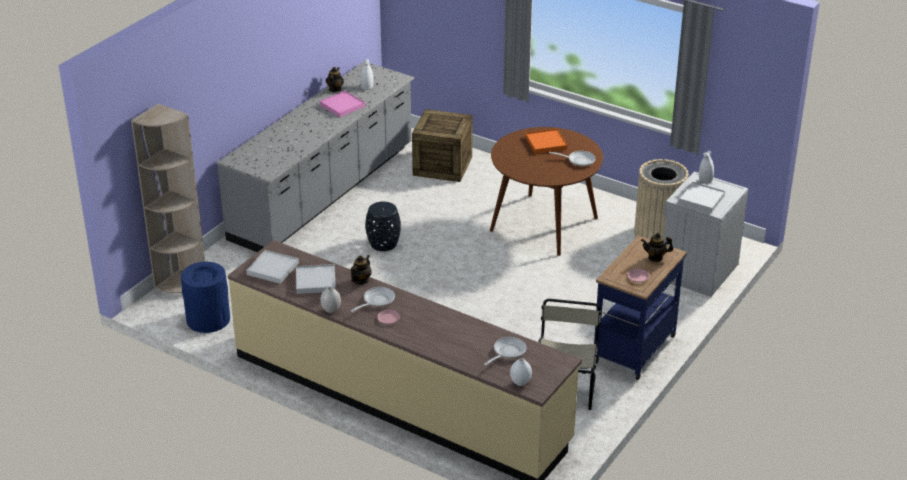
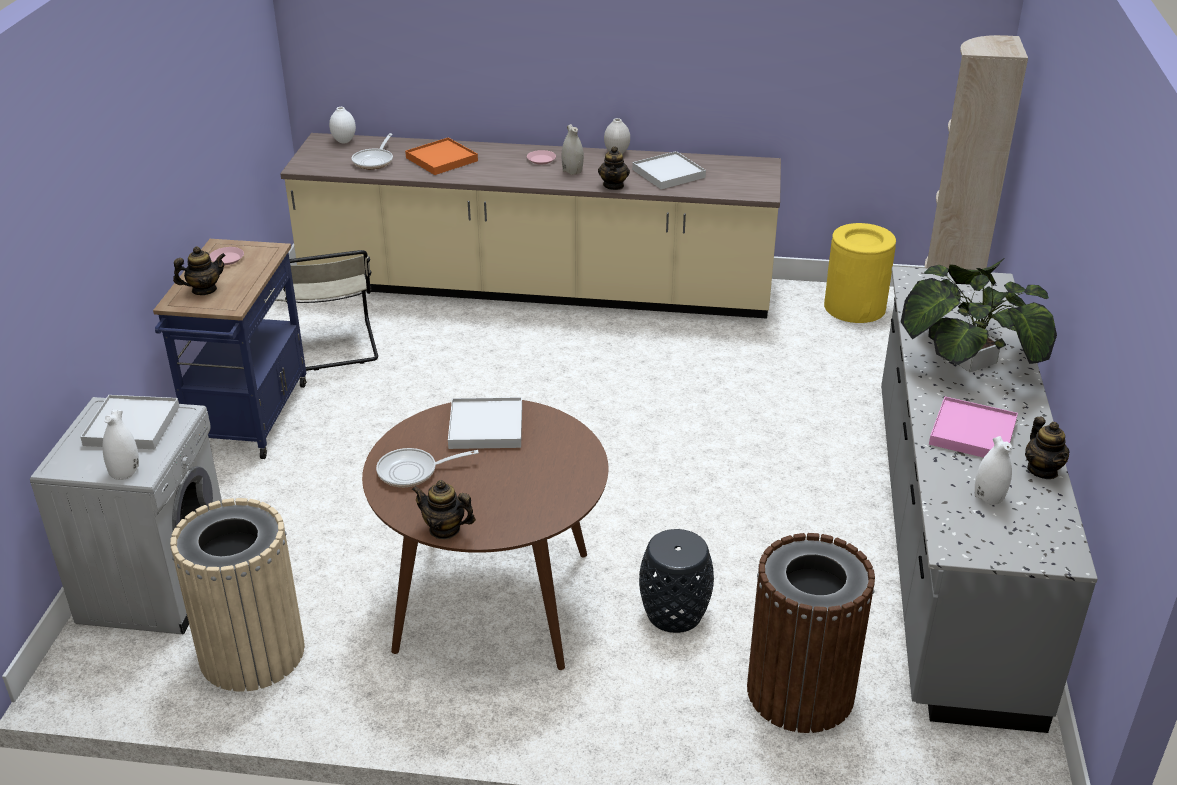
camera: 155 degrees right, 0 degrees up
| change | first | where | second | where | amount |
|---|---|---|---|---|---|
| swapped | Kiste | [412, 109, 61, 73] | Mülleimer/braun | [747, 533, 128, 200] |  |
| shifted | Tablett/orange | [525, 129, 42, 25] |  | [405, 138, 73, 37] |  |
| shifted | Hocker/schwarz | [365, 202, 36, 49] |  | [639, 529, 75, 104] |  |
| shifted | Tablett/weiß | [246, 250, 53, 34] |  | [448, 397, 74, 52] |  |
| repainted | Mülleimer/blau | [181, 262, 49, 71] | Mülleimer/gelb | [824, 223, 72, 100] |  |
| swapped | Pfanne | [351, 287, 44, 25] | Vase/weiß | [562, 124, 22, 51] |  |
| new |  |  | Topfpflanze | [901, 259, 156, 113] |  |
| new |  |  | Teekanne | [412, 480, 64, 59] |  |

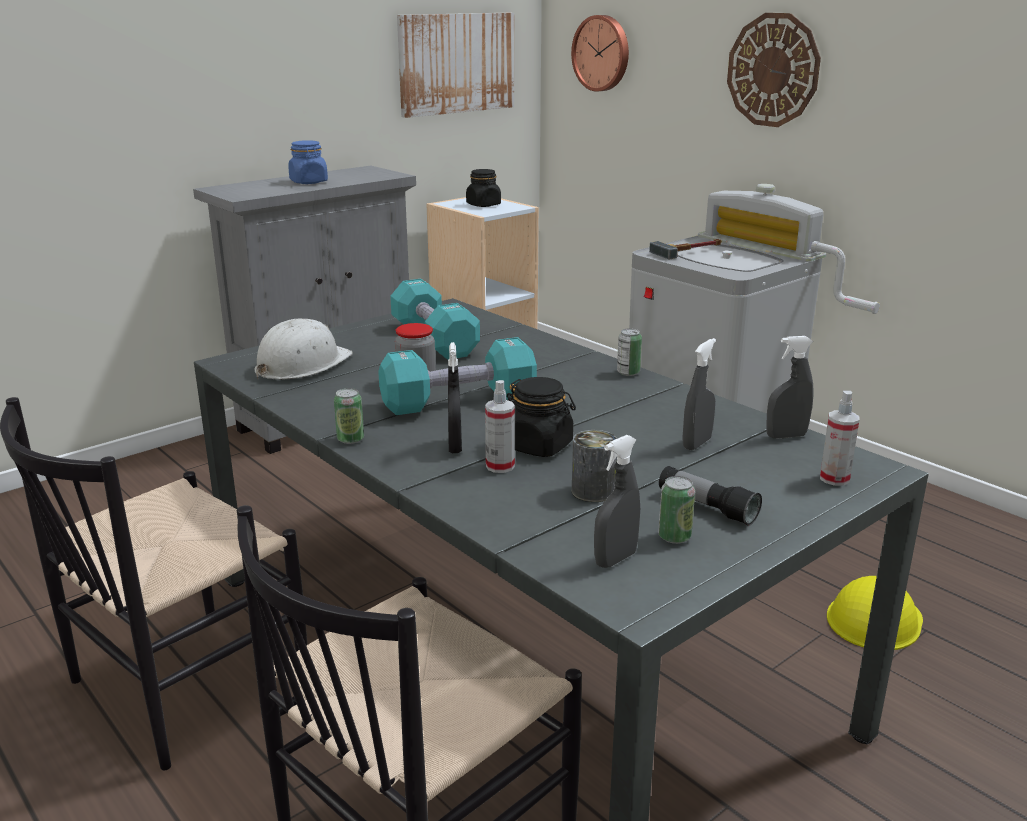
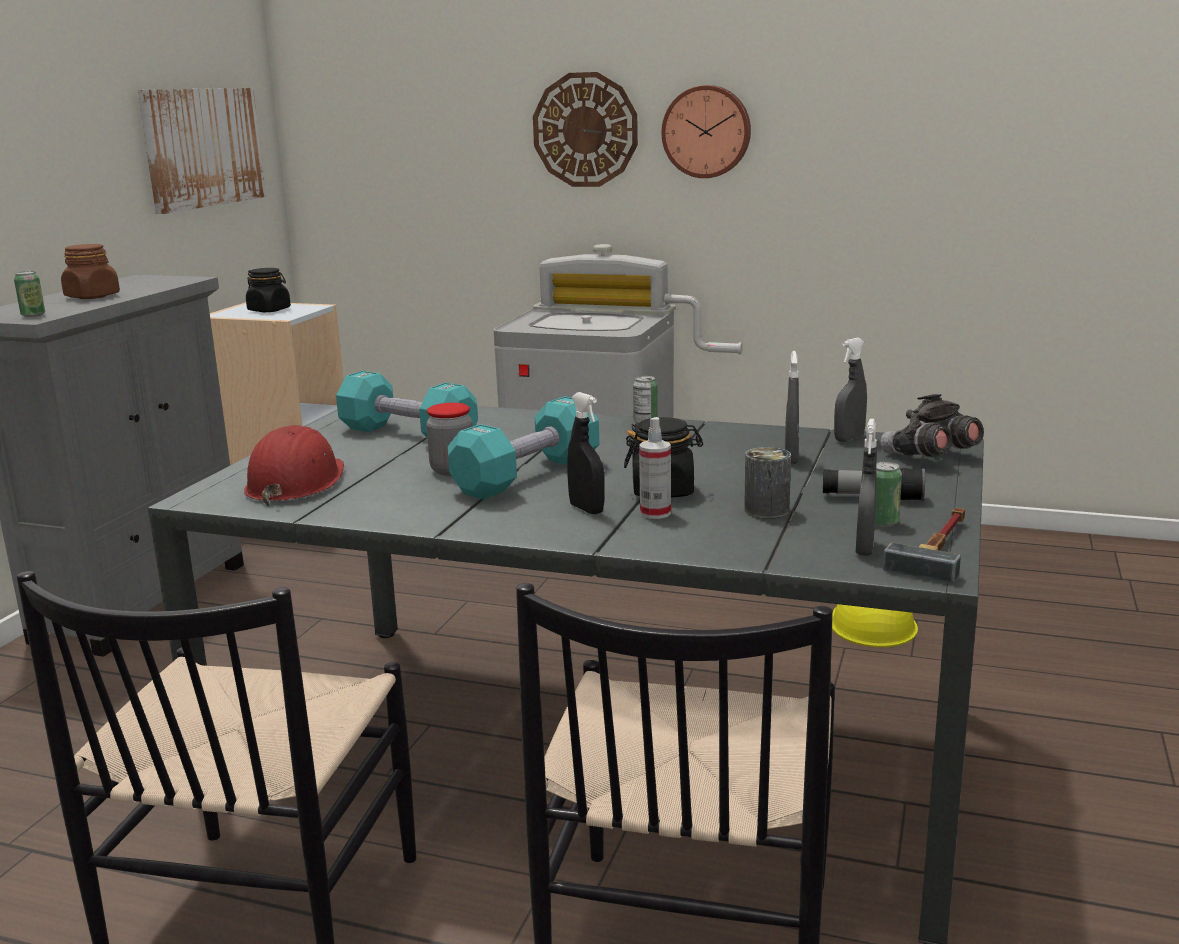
camera: 30 degrees left, 5 degrees down
| change | first | where | second | where | amount |
|---|---|---|---|---|---|
| shifted | Wanduhr | [571, 15, 58, 77] |  | [661, 85, 90, 93] |  |
| repainted | Vorratsglas/blau | [288, 140, 40, 44] | Vorratsglas/braun | [61, 244, 59, 55] |  |
| shifted | Hammer | [649, 239, 73, 20] |  | [883, 508, 82, 75] |  |
| repainted | Schutzhelm/weiß | [254, 319, 99, 61] | Schutzhelm/rot | [244, 425, 100, 81] |  |
| shifted | Dose | [334, 388, 30, 56] |  | [14, 271, 31, 46] |  |
| swapped | Sprühflasche | [820, 391, 40, 95] | Fernglas/grau | [880, 394, 104, 63] |  |

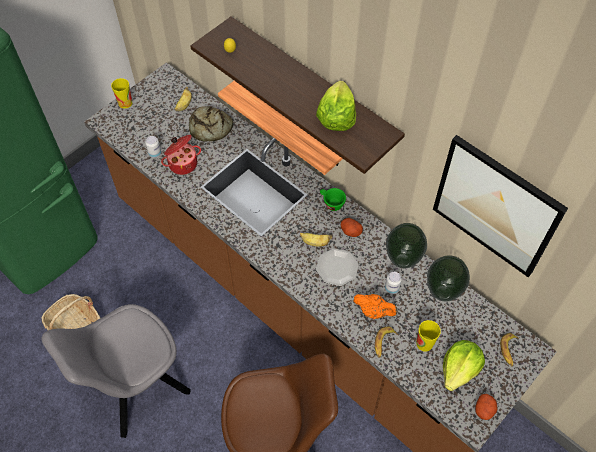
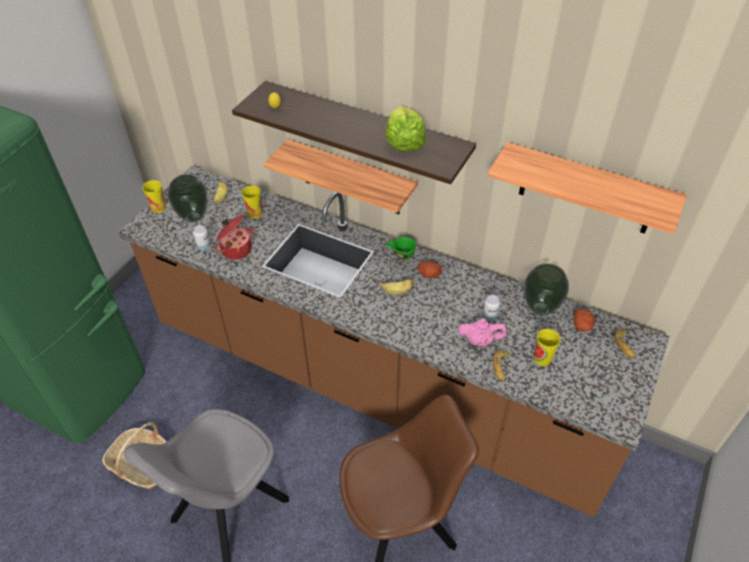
camera: 15 degrees left, 10 degrees down
| change | first | where | second | where | amount |
|---|---|---|---|---|---|
| swapped | Brot | [189, 106, 44, 35] | Tasse | [242, 186, 20, 33] |  |
| swapped | Bild | [433, 135, 135, 142] | Wandregal | [488, 142, 199, 92] |  |
| shifted | Vase | [386, 223, 41, 45] |  | [168, 175, 39, 48] |  |
| gone | Teller | [316, 248, 43, 38] |  |  |  |
| repainted | Teekanne/orange | [354, 294, 44, 25] | Teekanne/rosa | [458, 319, 50, 28] |  |
| gone | Salatkopf | [443, 340, 42, 51] |  |  |  |
| shifted | Kartoffel | [475, 394, 22, 26] |  | [574, 309, 21, 23] |  |

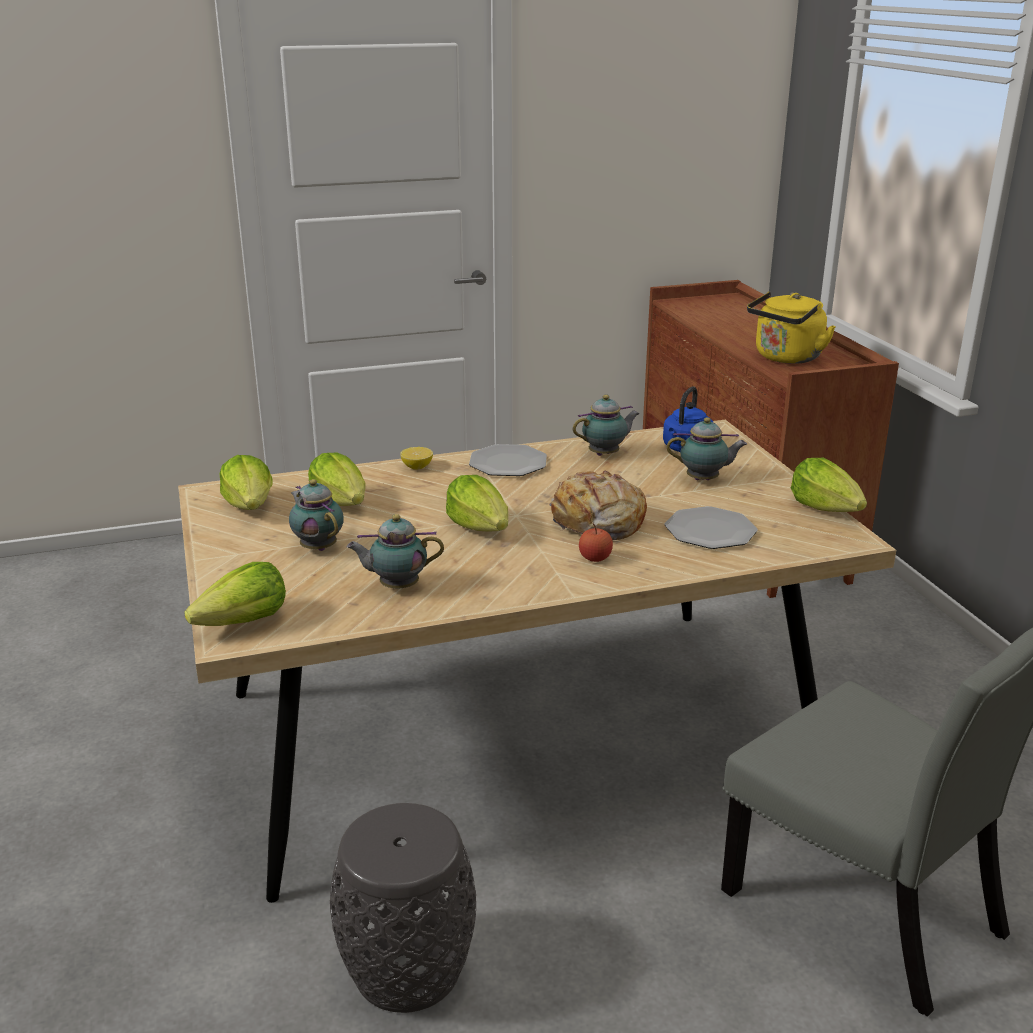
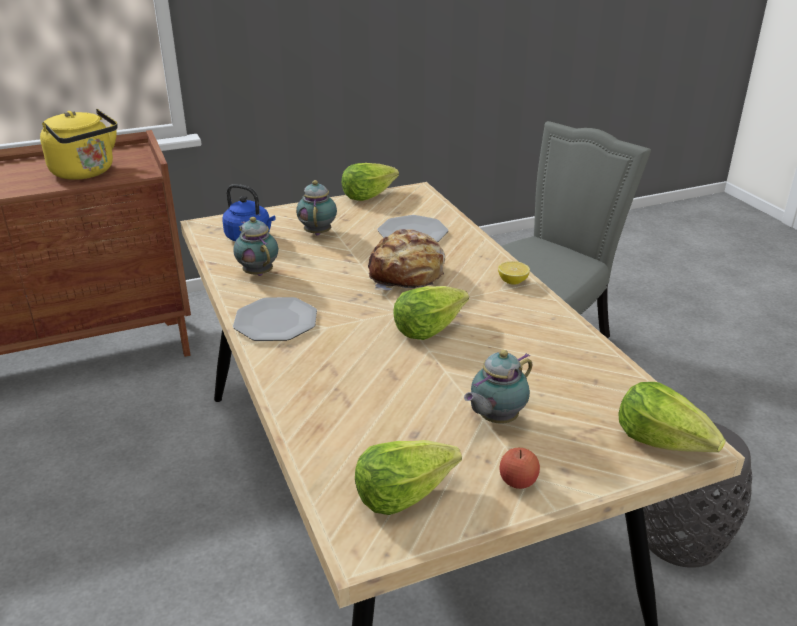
camera: 95 degrees left, 5 degrees up
| change | first | where | second | where | amount |
|---|---|---|---|---|---|
| shifted | Zitrone | [400, 447, 33, 23] |  | [498, 261, 32, 24] |  |
| gone | Salatkopf | [308, 453, 57, 53] |  |  |  |
| gone | Teekanne | [347, 514, 97, 74] |  |  |  |
| shifted | Apfel | [579, 523, 34, 39] |  | [499, 448, 41, 41] |  |

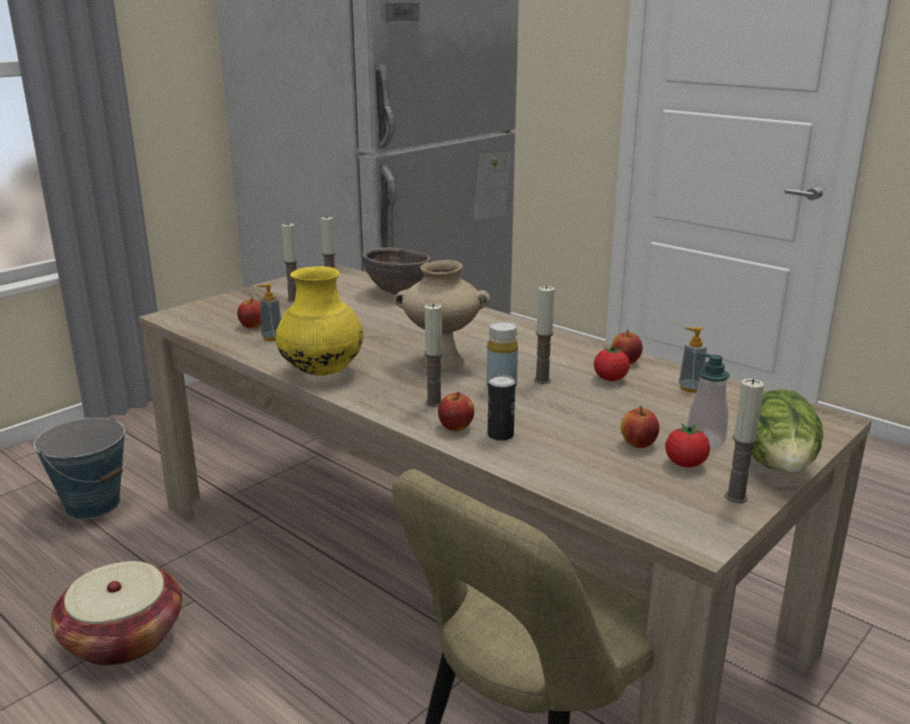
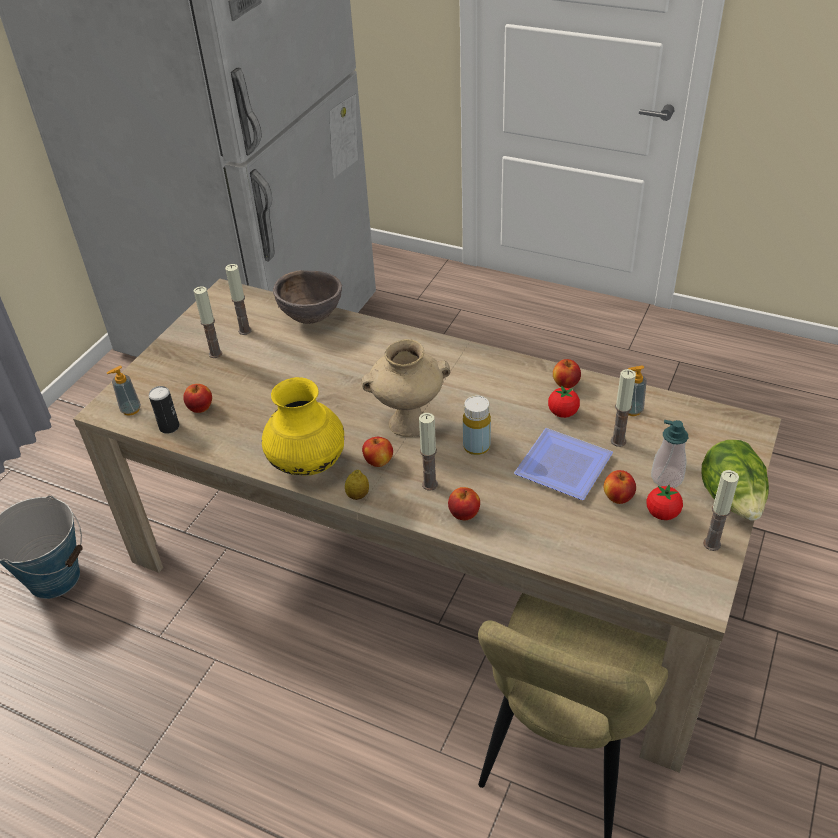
camera: 15 degrees left, 20 degrees up
| change | first | where | second | where | amount |
|---|---|---|---|---|---|
| shifted | Seifenspender | [256, 283, 25, 58] |  | [107, 366, 34, 50] |  |
| shifted | Kerze | [534, 285, 20, 99] |  | [611, 369, 25, 78] |  |
| shifted | Dose | [488, 375, 27, 66] |  | [149, 386, 30, 48] |  |
| gone | Korb | [51, 561, 131, 105] |  |  |  |
| new |  |  | Teller | [514, 428, 99, 72] |  |
| new |  |  | Apfel | [362, 437, 31, 30] |  |
| new |  |  | Zitrone | [345, 470, 24, 30] |  |

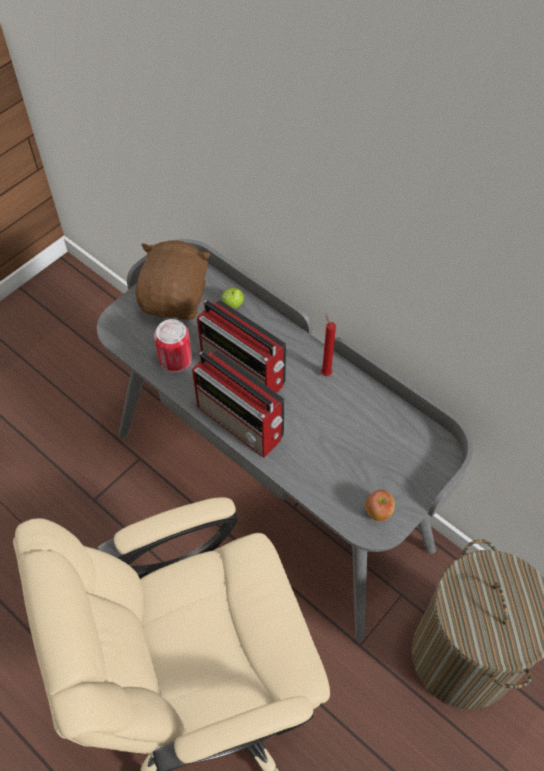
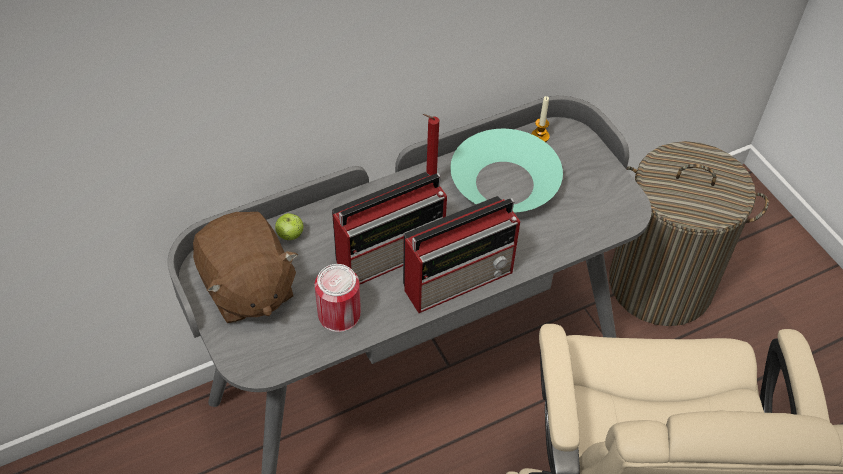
camera: 70 degrees left, 5 degrees down
| change | first | where | second | where | amount |
|---|---|---|---|---|---|
| rotated | Plüschtier/braun | [135, 241, 76, 79] |  | [193, 212, 105, 111] | 150 degrees counterclockwise |
| gone | Apfel | [365, 490, 30, 31] |  |  |  |
| new |  |  | Kerze | [531, 96, 19, 46] |  |
| new |  |  | Schüssel/türkis | [451, 129, 112, 84] |  |

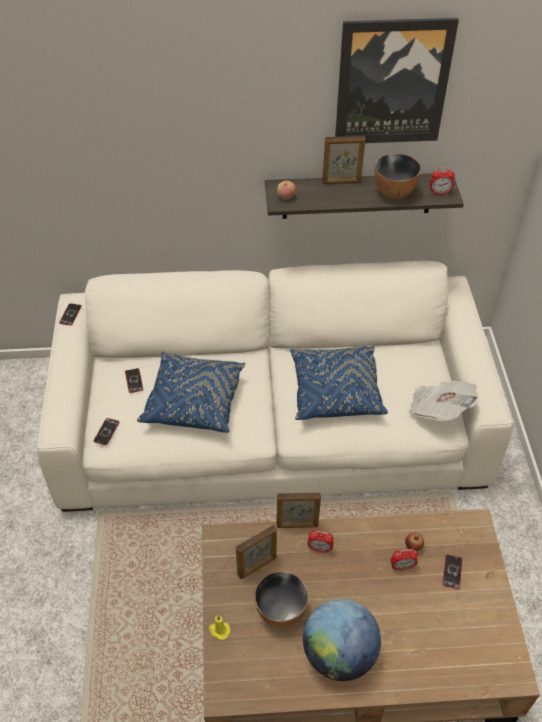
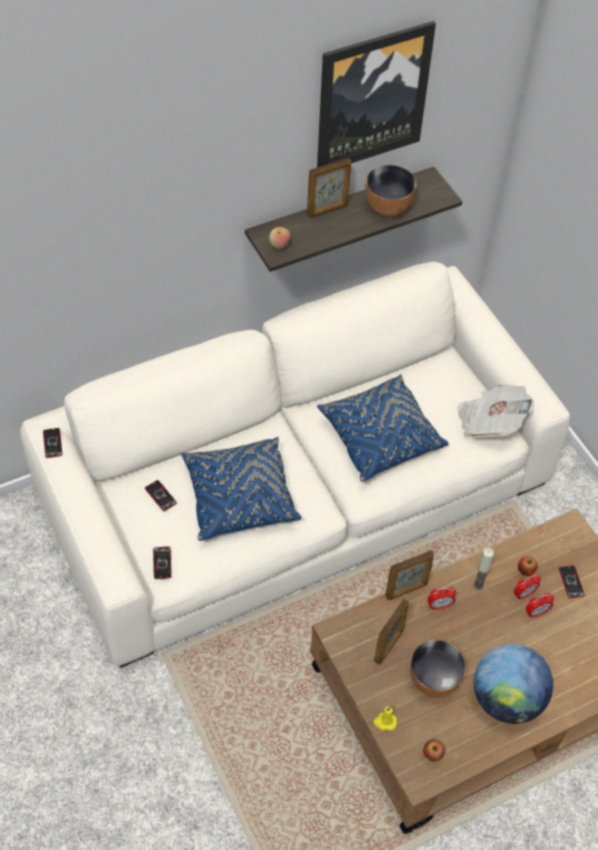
camera: 25 degrees left, 5 degrees up
| change | first | where | second | where | amount |
|---|---|---|---|---|---|
| shifted | Wecker | [430, 167, 25, 28] |  | [526, 593, 28, 25] |  |
| new |  |  | Kerze | [473, 548, 21, 42] |  |
| new |  |  | Apfel | [423, 739, 22, 23] |  |

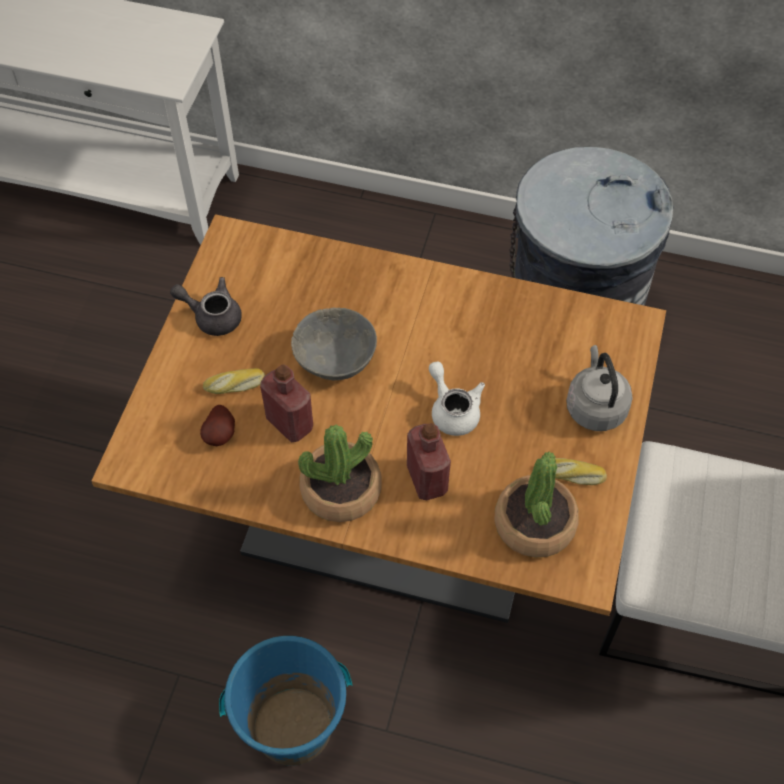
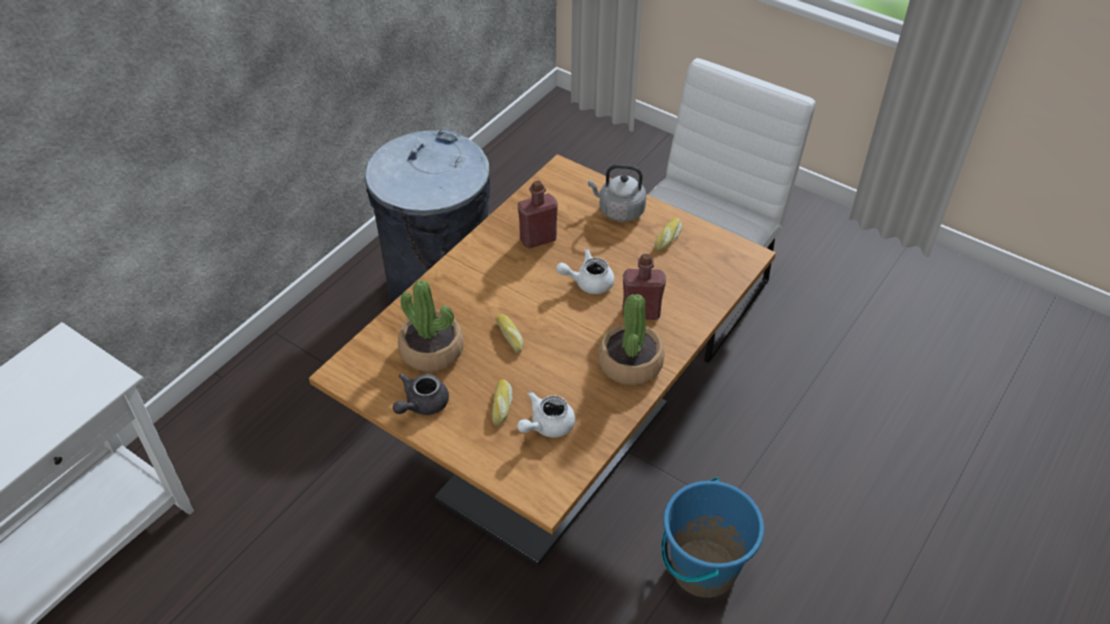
camera: 70 degrees left, 10 degrees down
| change | first | where | second | where | amount |
|---|---|---|---|---|---|
| swapped | Schüssel/grau | [291, 308, 86, 72] | Brot | [495, 314, 28, 39] |  |
| shifted | Flasche/rot | [260, 364, 53, 78] |  | [518, 181, 40, 68] |  |
| swapped | Kartoffel | [200, 405, 35, 41] | Teekanne/weiß | [517, 391, 58, 46] |  |
| shifted | Topfpflanze | [495, 451, 84, 107] |  | [398, 280, 66, 92] |  |

